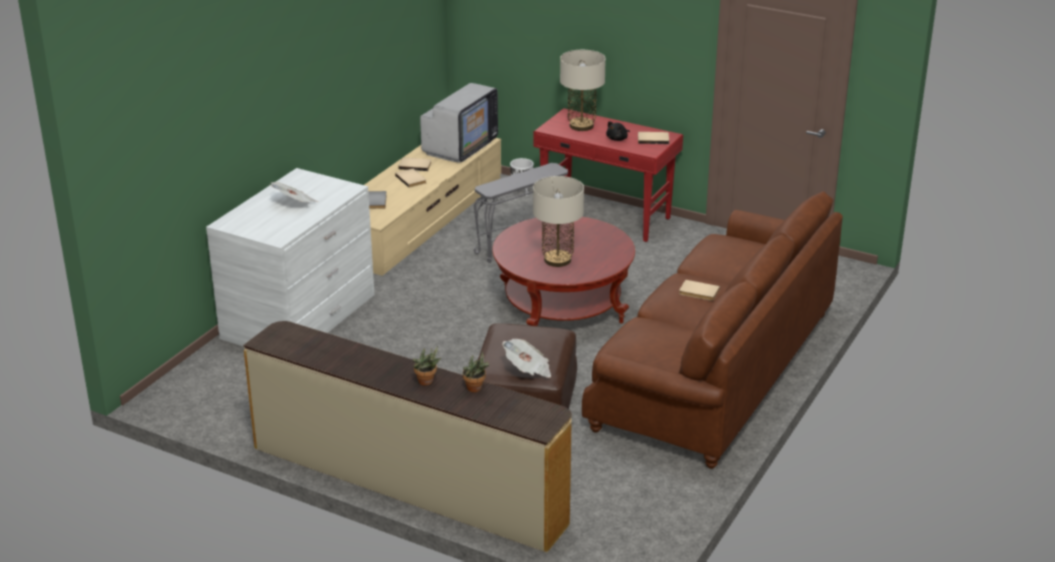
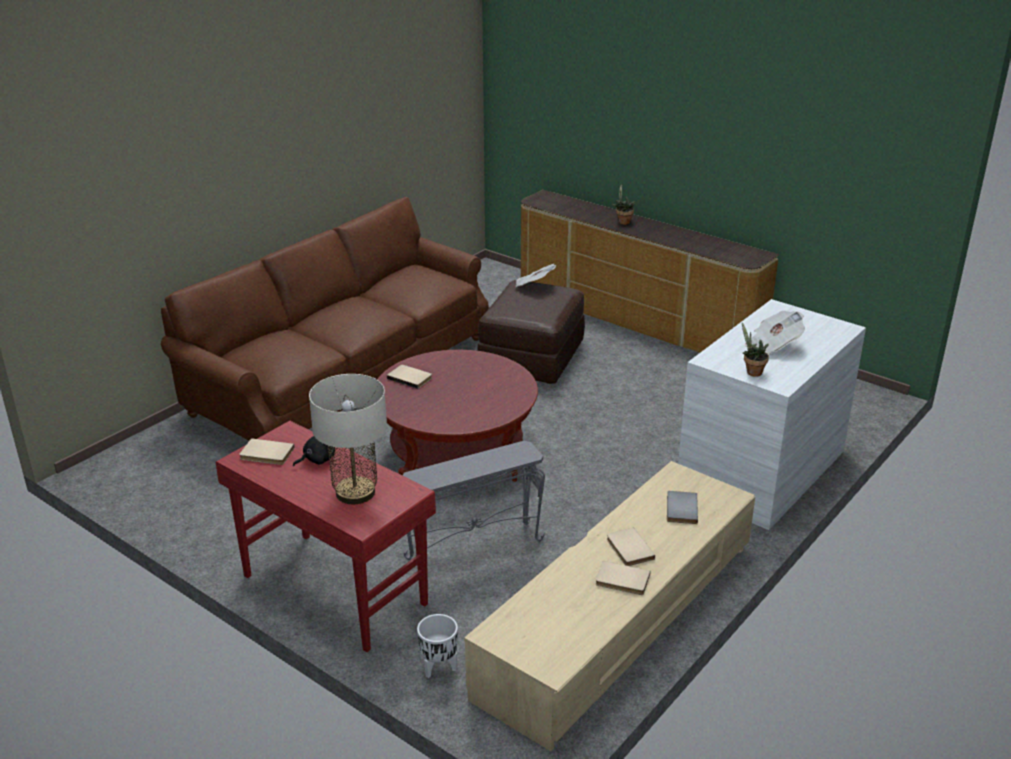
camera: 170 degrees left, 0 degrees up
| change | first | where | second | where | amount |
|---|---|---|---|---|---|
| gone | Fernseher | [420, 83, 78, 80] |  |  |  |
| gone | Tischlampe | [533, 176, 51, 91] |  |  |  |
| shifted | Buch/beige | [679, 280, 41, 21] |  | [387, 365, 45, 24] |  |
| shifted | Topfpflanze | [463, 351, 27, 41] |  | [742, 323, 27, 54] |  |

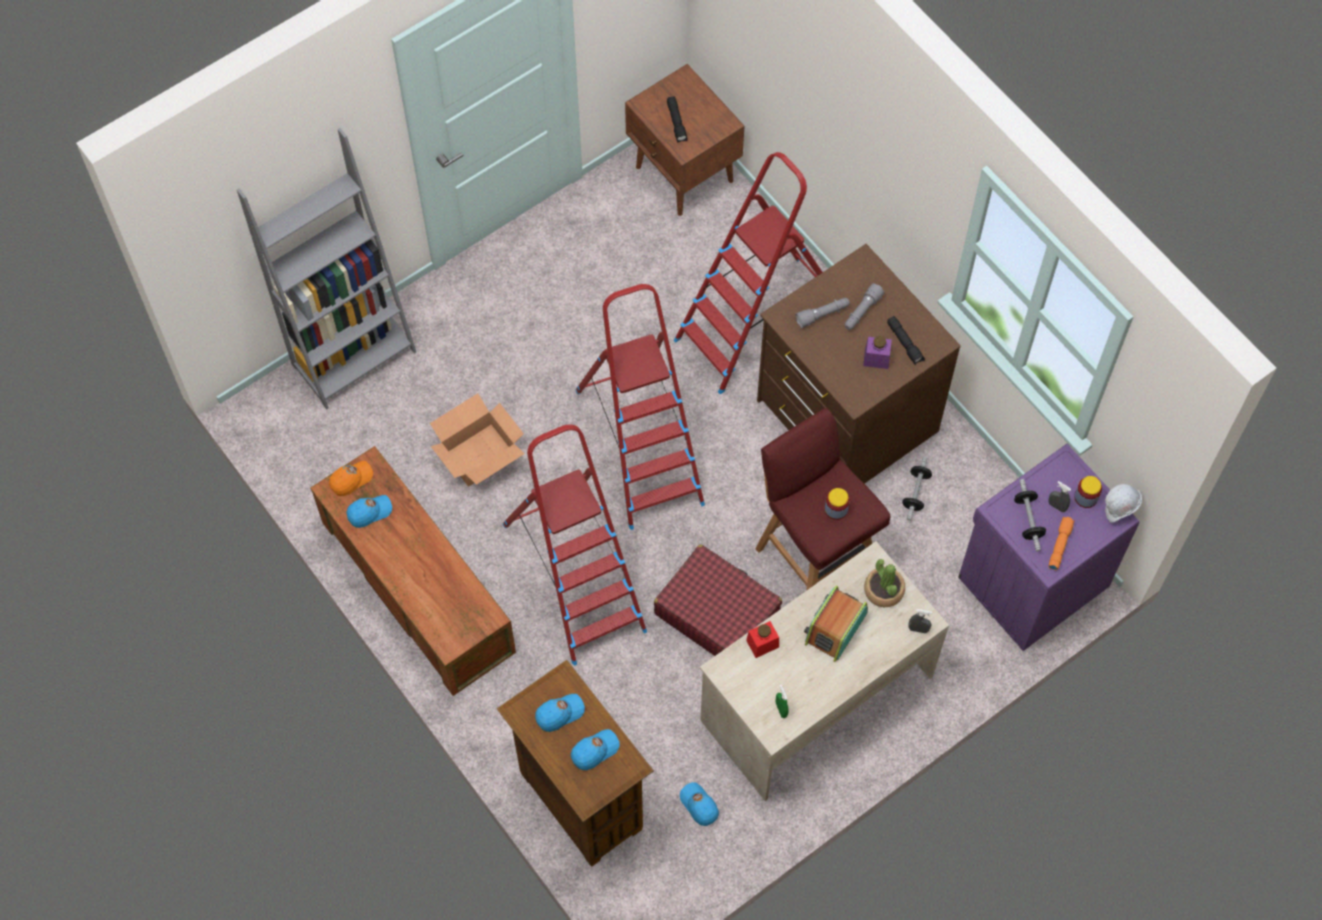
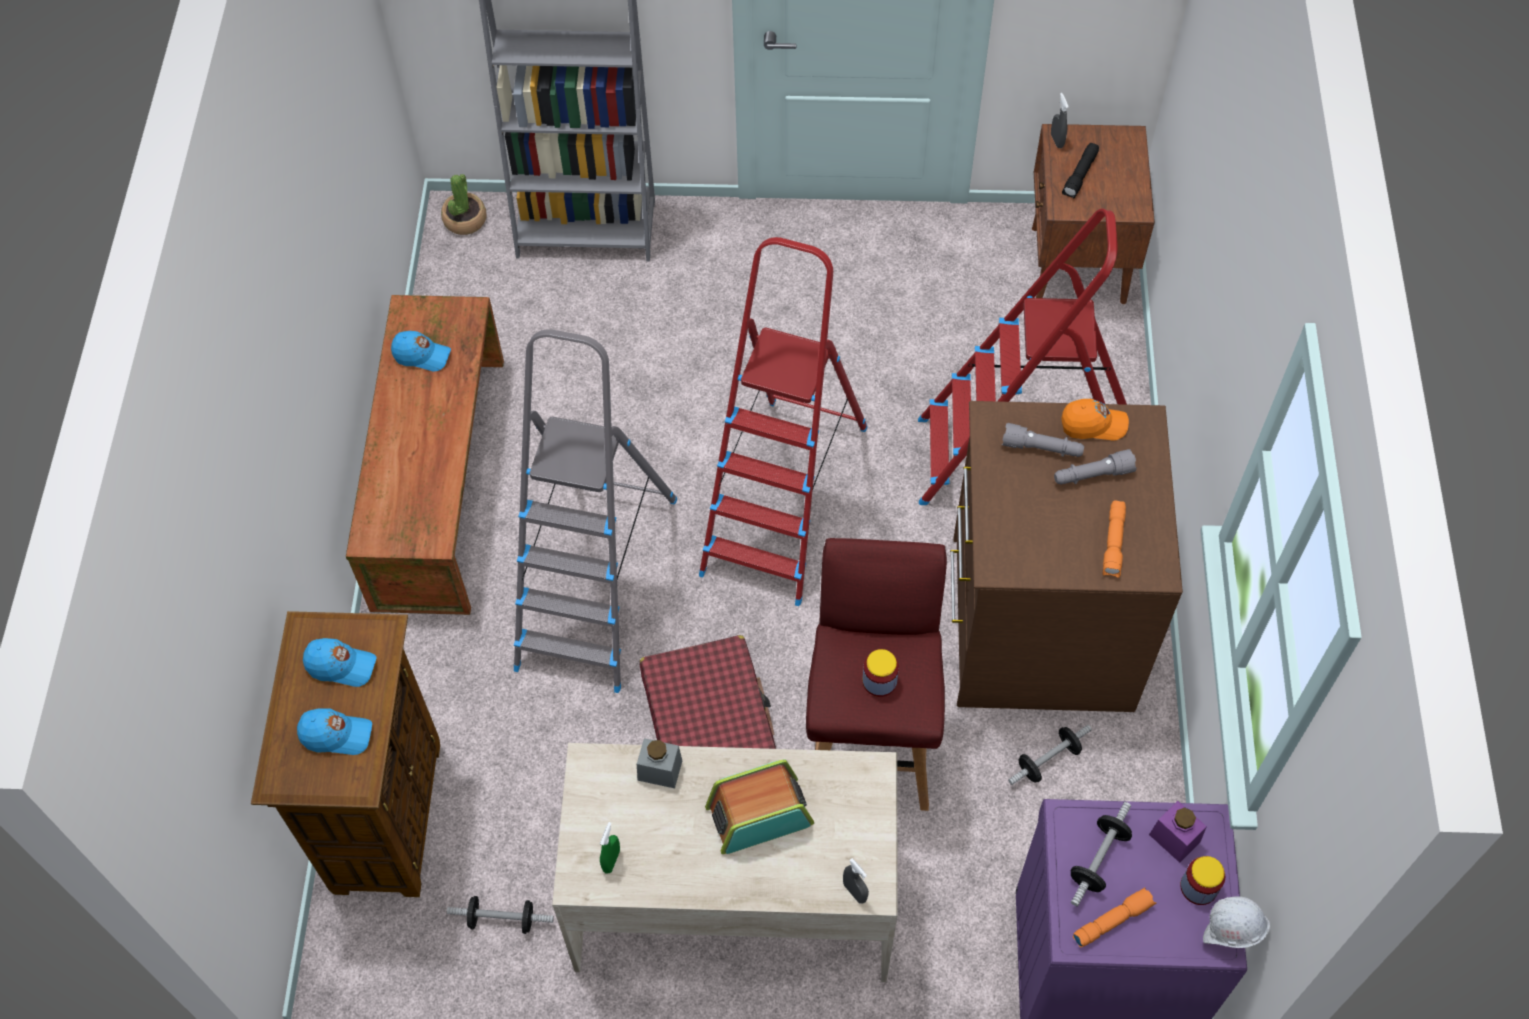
camera: 40 degrees right, 5 degrees down
| change | first | where | second | where | amount |
|---|---|---|---|---|---|
| repainted | Taschenlampe/schwarz | [887, 316, 38, 49] | Taschenlampe/orange | [1103, 500, 23, 78] |  |
| shifted | Vorratsglas/lila | [863, 336, 29, 33] |  | [1149, 801, 58, 62] |  |
| gone | Karton | [430, 393, 95, 93] |  |  |  |
| repainted | Trittleiter/rot | [503, 424, 144, 242] | Trittleiter/grau | [514, 329, 163, 364] |  |
| shifted | Kappe/orange | [329, 461, 44, 35] |  | [1061, 399, 68, 42] |  |
| shifted | Sprühflasche/grau | [1048, 481, 23, 31] |  | [1051, 93, 18, 55] |  |
| shifted | Topfpflanze | [864, 559, 41, 48] |  | [441, 174, 46, 61] |  |
| repainted | Vorratsglas/rot | [746, 621, 33, 37] | Vorratsglas/grau | [637, 738, 45, 50] |  |
| swapped | Kappe/blau | [680, 782, 39, 44] | Hantel | [447, 896, 107, 38] |  |

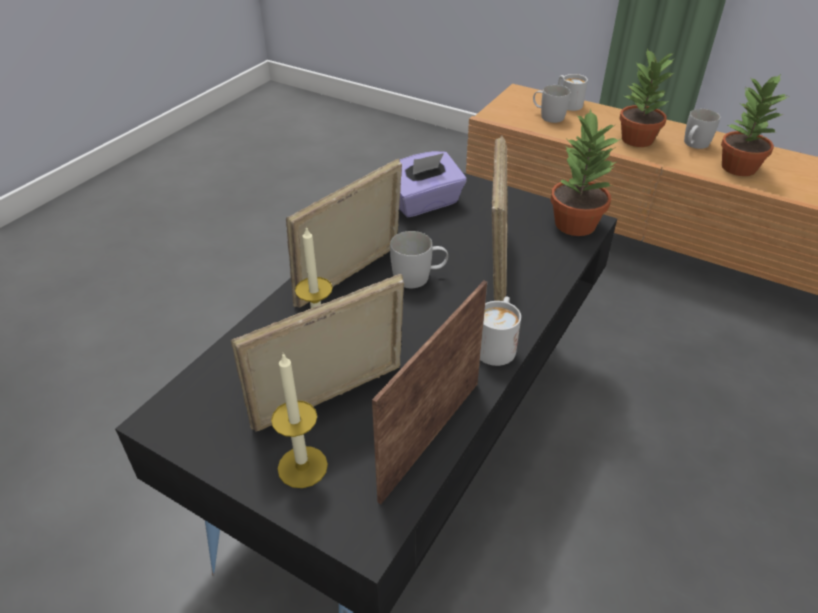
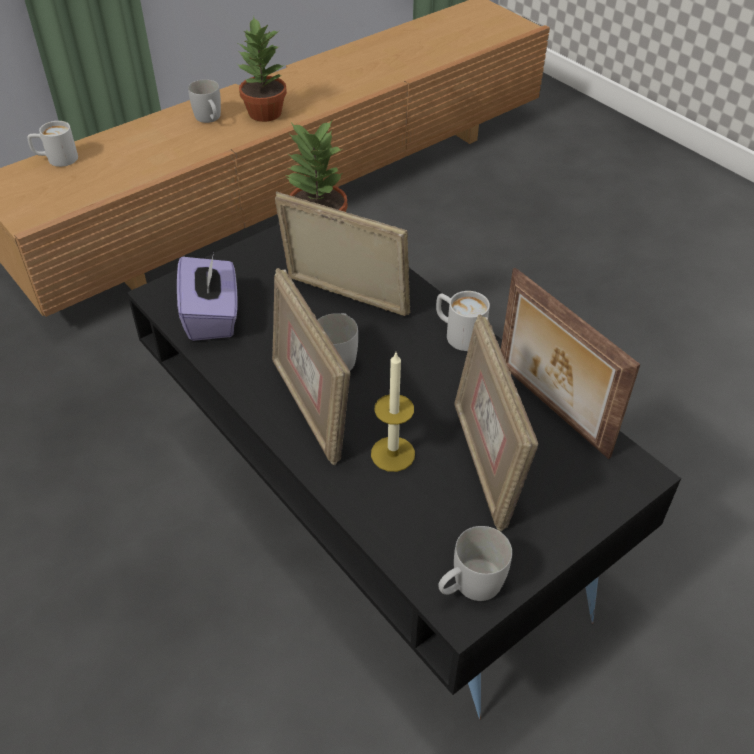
camera: 70 degrees left, 5 degrees up
| change | first | where | second | where | amount |
|---|---|---|---|---|---|
| gone | Topfpflanze | [620, 48, 55, 99] |  |  |  |
| shifted | Henkelbecher/weiß | [533, 85, 38, 38] |  | [438, 526, 74, 75] |  |
| gone | Kerze | [271, 353, 57, 135] |  |  |  |

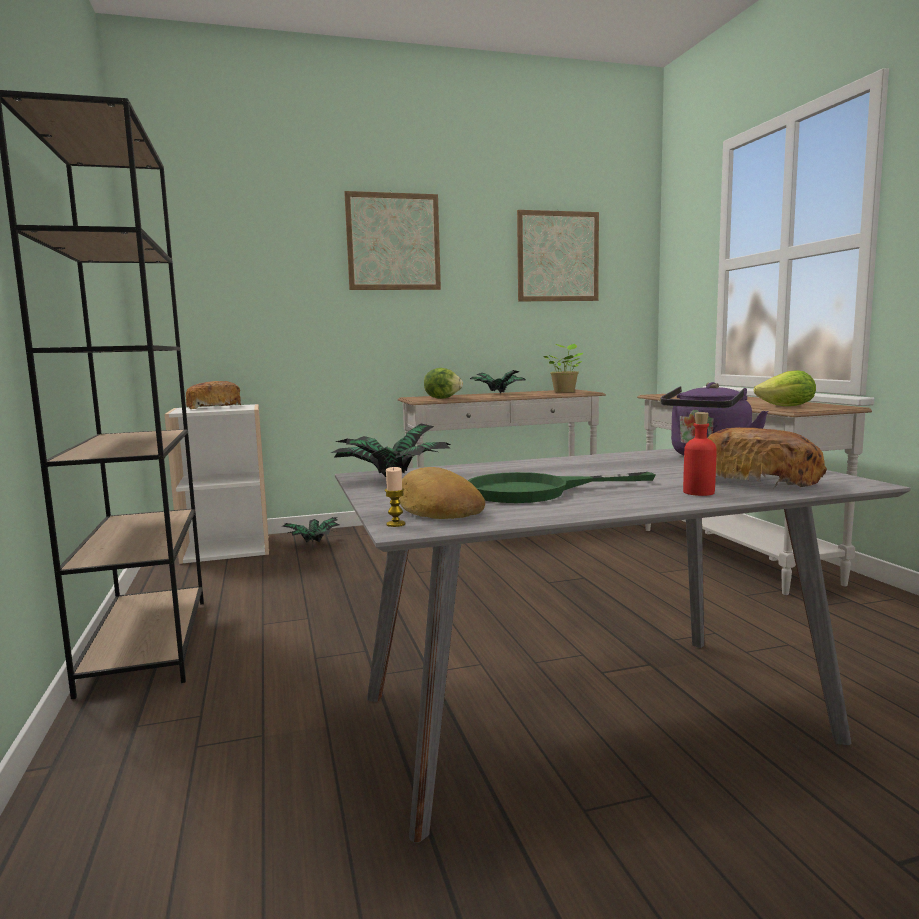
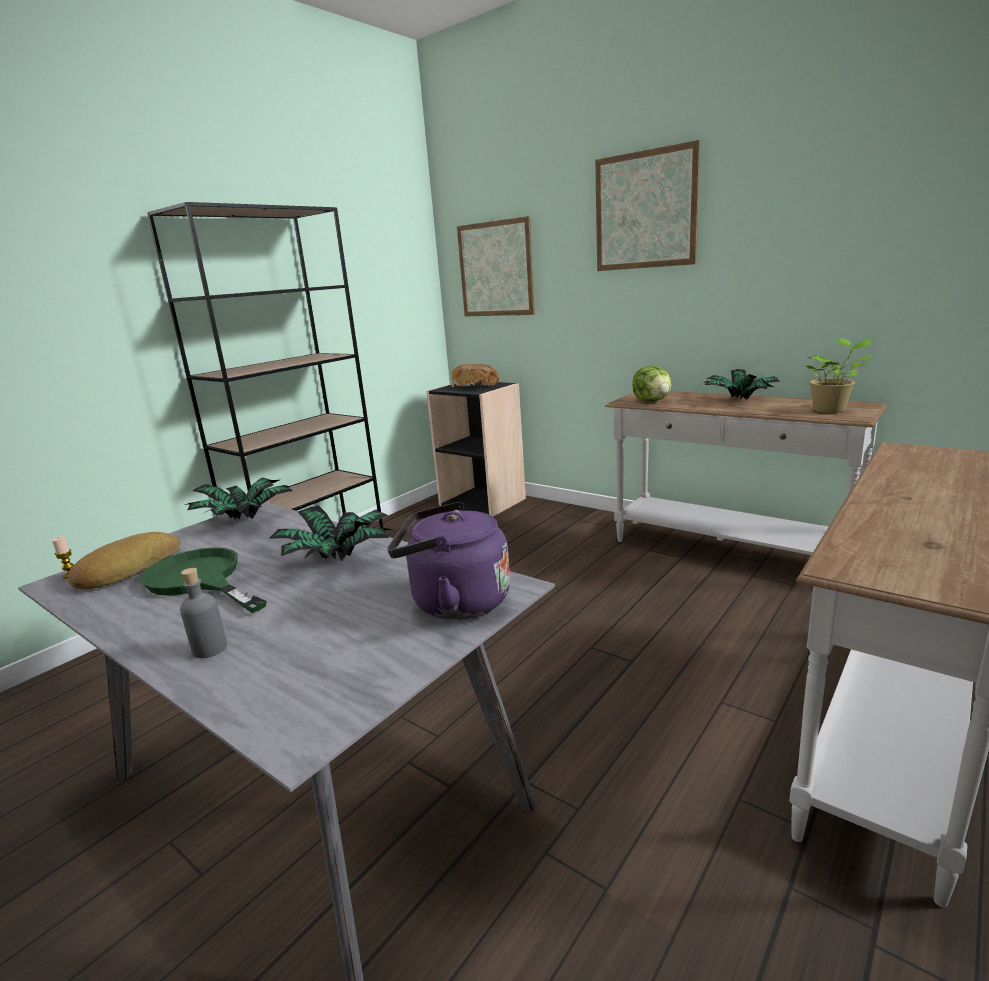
camera: 55 degrees right, 10 degrees up
| change | first | where | second | where | amount |
|---|---|---|---|---|---|
| shifted | Bild | [517, 209, 82, 92] |  | [457, 216, 78, 100] |  |
| gone | Salatkopf | [753, 370, 63, 36] |  |  |  |
| repainted | Bücherregal/weiß | [164, 404, 105, 160] | Bücherregal/schwarz | [426, 382, 100, 135] |  |
| repainted | Flasche/rot | [683, 412, 34, 84] | Flasche/grau | [180, 568, 47, 90] |  |
| gone | Brot | [707, 427, 120, 61] |  |  |  |
| shifted | Topfpflanze | [282, 517, 58, 26] |  | [270, 506, 122, 55] |  |

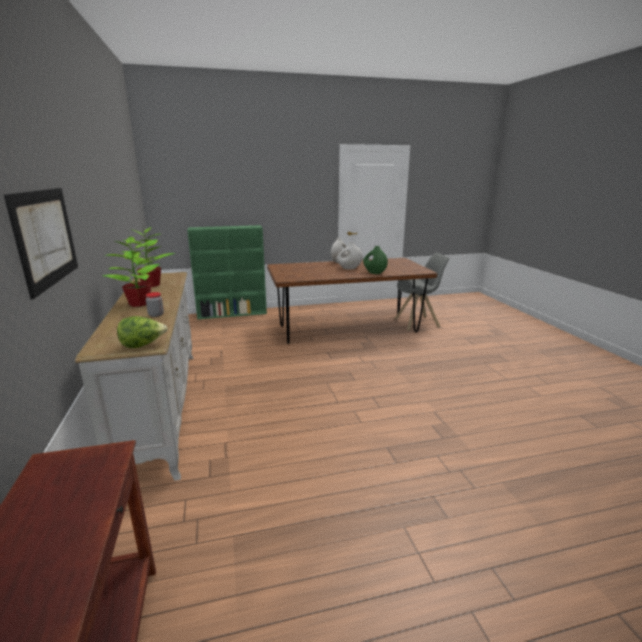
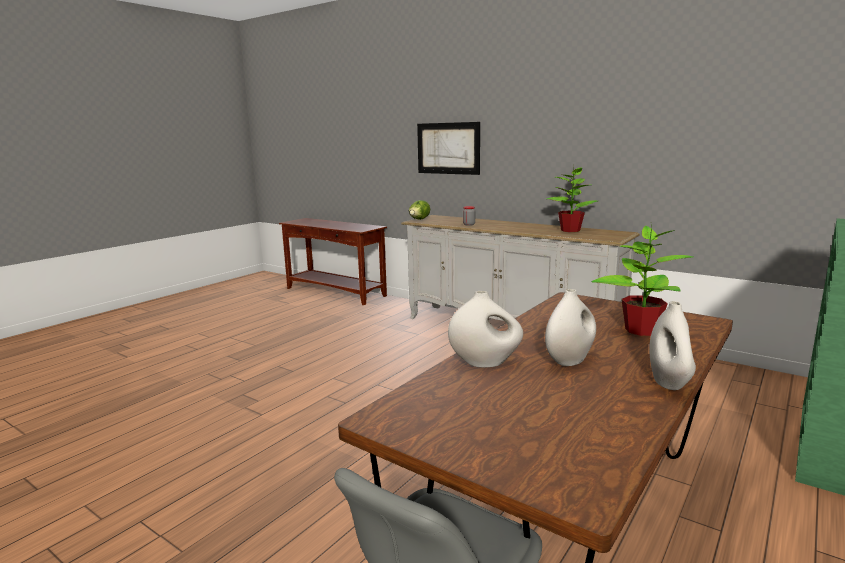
camera: 140 degrees right, 5 degrees down
| change | first | where | second | where | amount |
|---|---|---|---|---|---|
| shifted | Topfpflanze | [102, 236, 58, 71] |  | [592, 224, 101, 112] |  |
| repainted | Vase/grün | [363, 246, 25, 28] | Vase/weiß | [448, 291, 75, 76] |  |

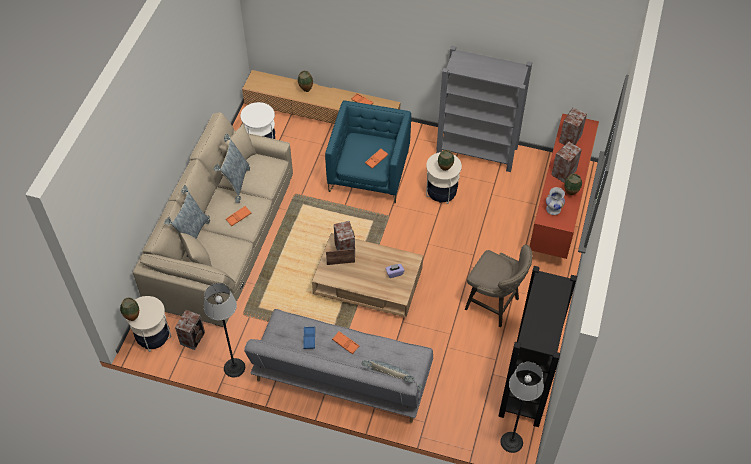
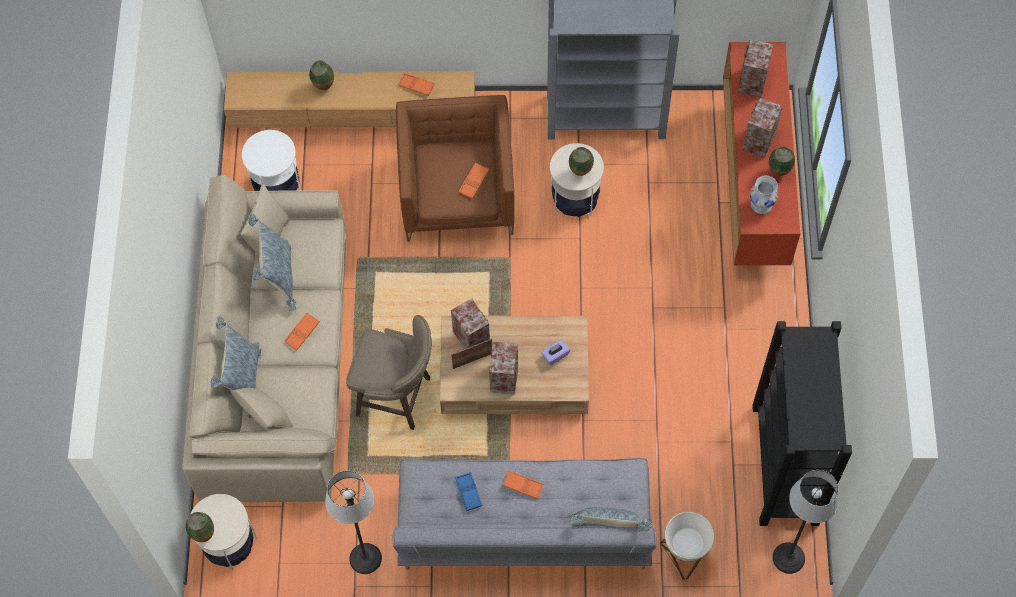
camera: 15 degrees left, 10 degrees up
| change | first | where | second | where | amount |
|---|---|---|---|---|---|
| repainted | Sessel/blau | [325, 100, 86, 103] | Sessel/braun | [396, 95, 119, 147] |  |
| shifted | Hocker/beige | [465, 244, 67, 83] |  | [346, 315, 86, 115] |  |
| shifted | Lautsprecher | [175, 310, 30, 40] |  | [489, 342, 29, 52] |  |
| new |  |  | Pflanzkübel | [660, 512, 55, 68] |  |

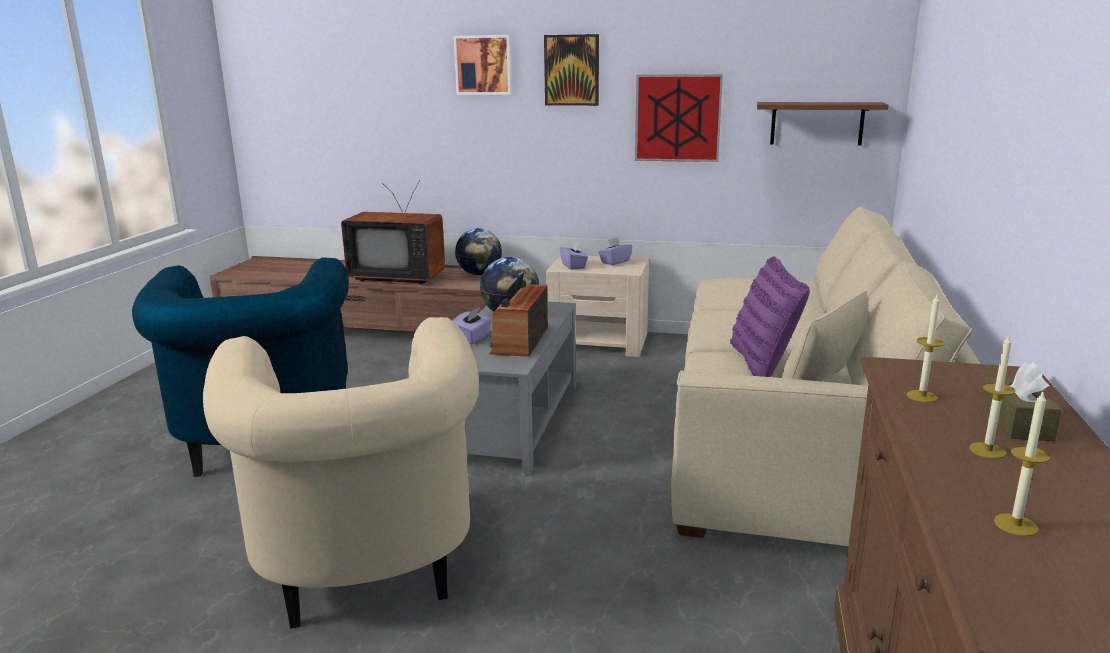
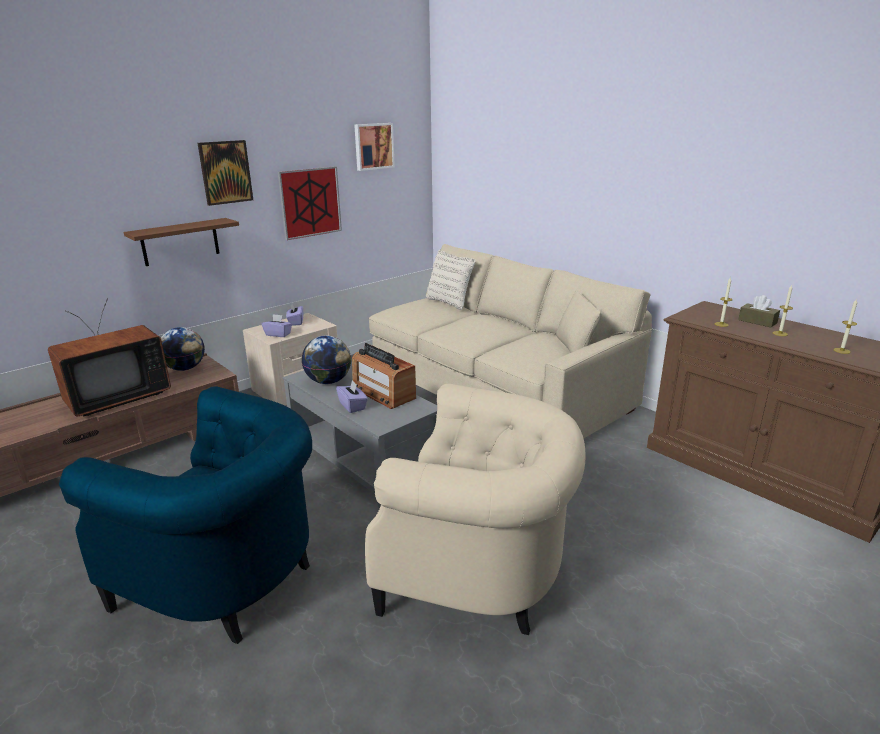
camera: 55 degrees left, 5 degrees up
| change | first | where | second | where | amount |
|---|---|---|---|---|---|
| shifted | Bild | [453, 35, 59, 60] |  | [354, 123, 41, 48] |  |
| shifted | Wandregal/braun | [757, 102, 131, 43] |  | [124, 218, 115, 48] |  |
| gone | Kissen/lila | [730, 256, 80, 121] |  |  |  |
| new |  |  | Kissen/beige | [426, 250, 50, 60] |  |

